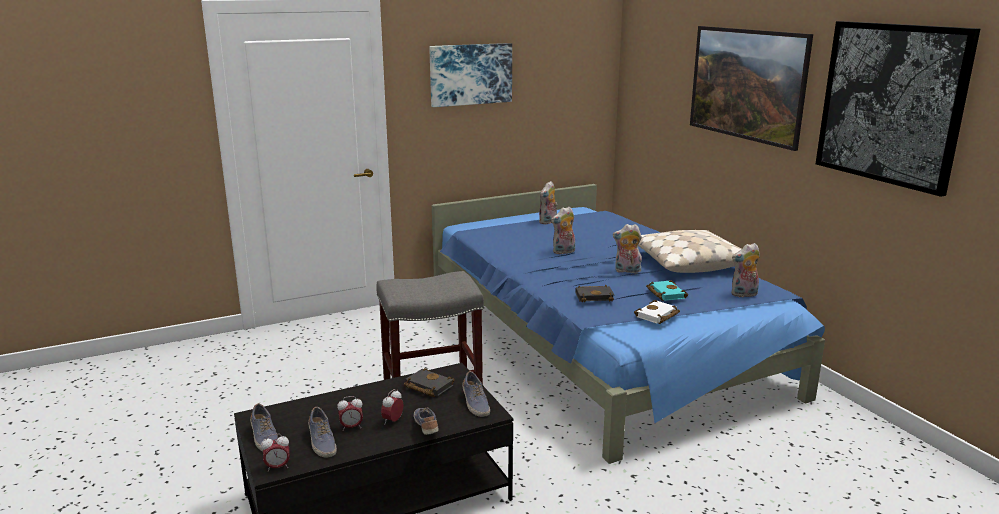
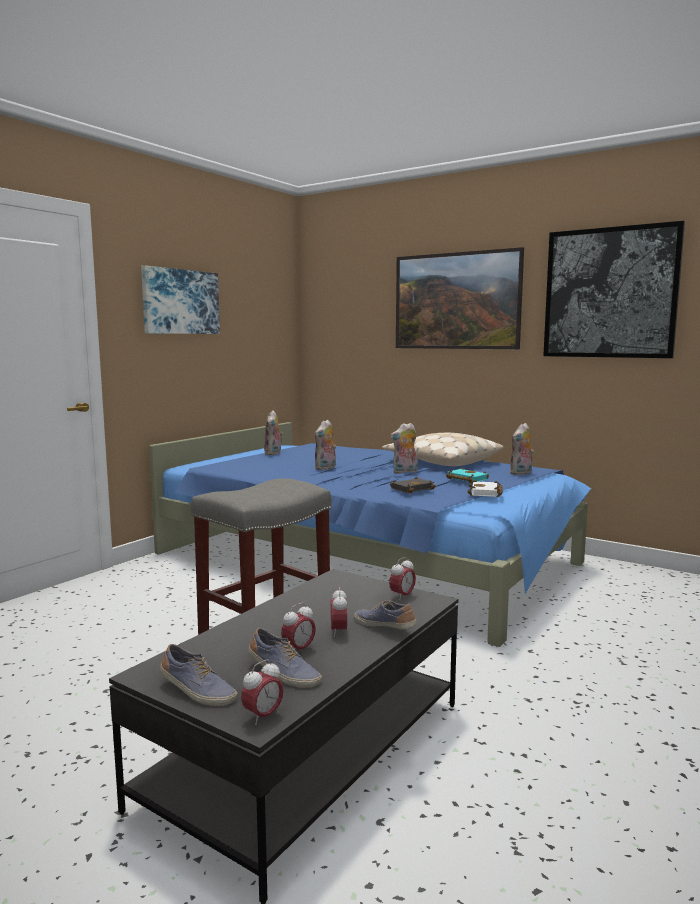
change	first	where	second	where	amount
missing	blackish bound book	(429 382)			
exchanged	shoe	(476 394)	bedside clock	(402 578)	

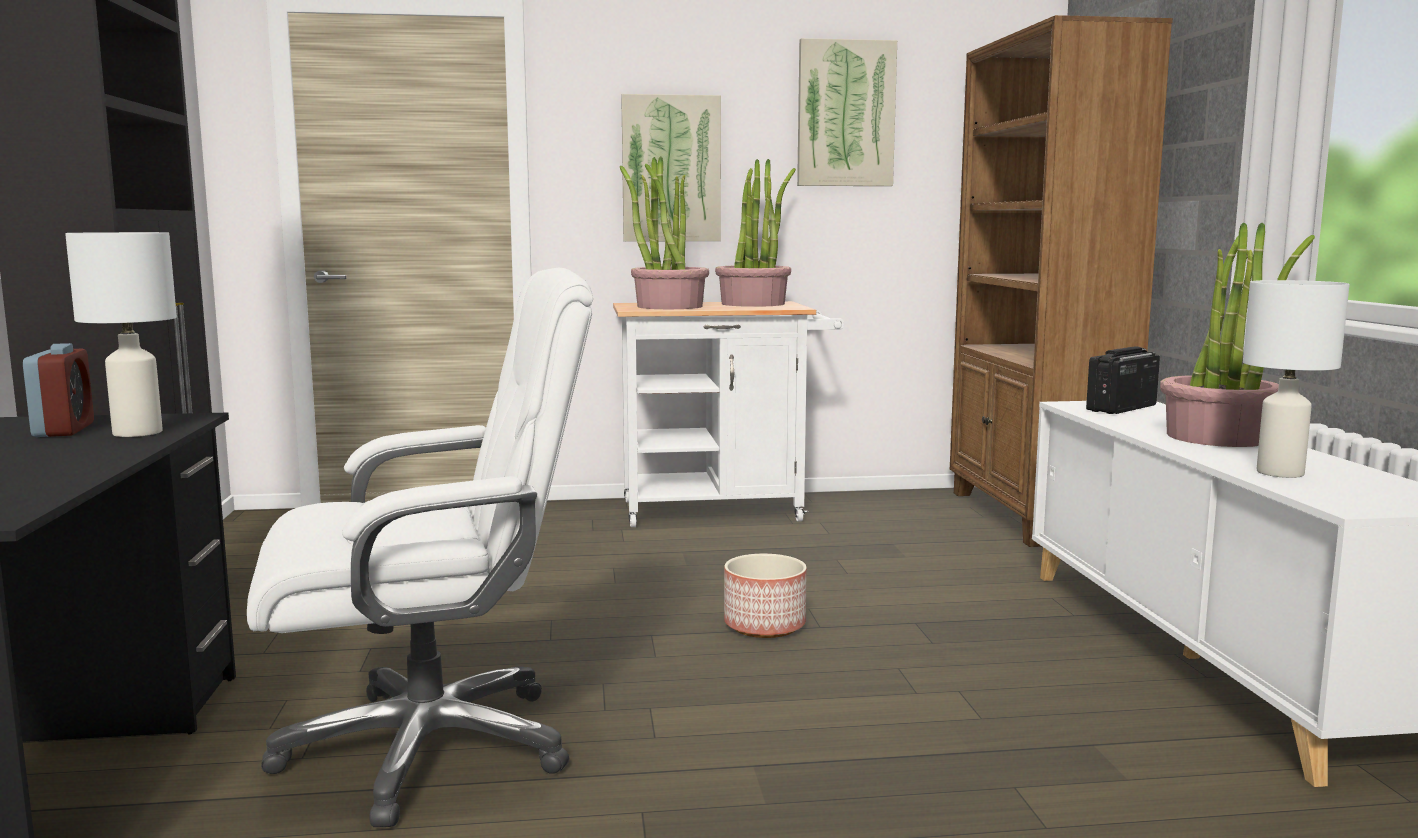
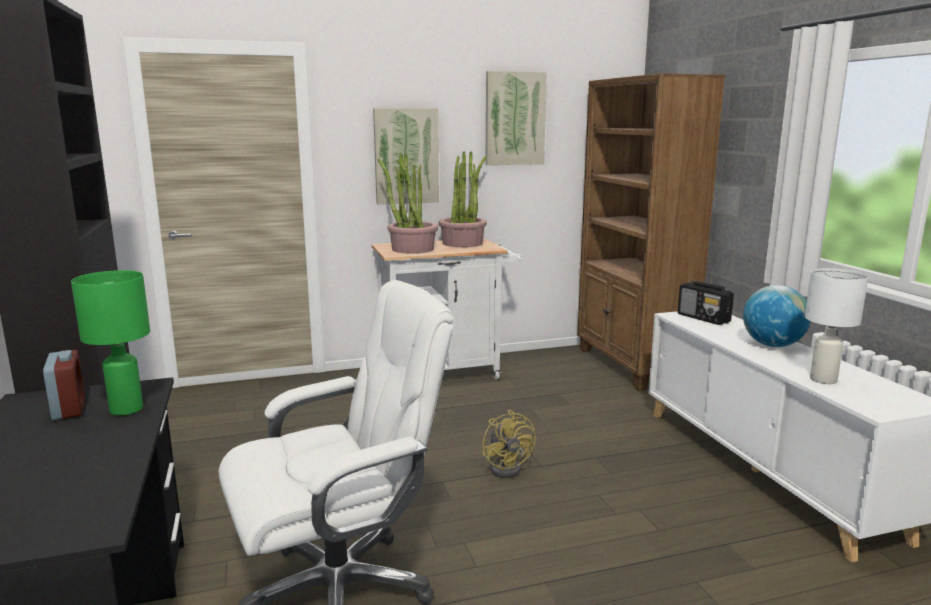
change	first	where	second	where	amount
exchanged	plant in a pot	(1237 335)	world globe	(777 316)	
colour	white-coloured lamp for a table	(121 334)	green lamp for a table	(110 343)	
spun	radio	(1123 380)		(706 303)	75 degrees counterclockwise
exchanged	flower pot	(765 596)	yellowish fan	(509 444)	

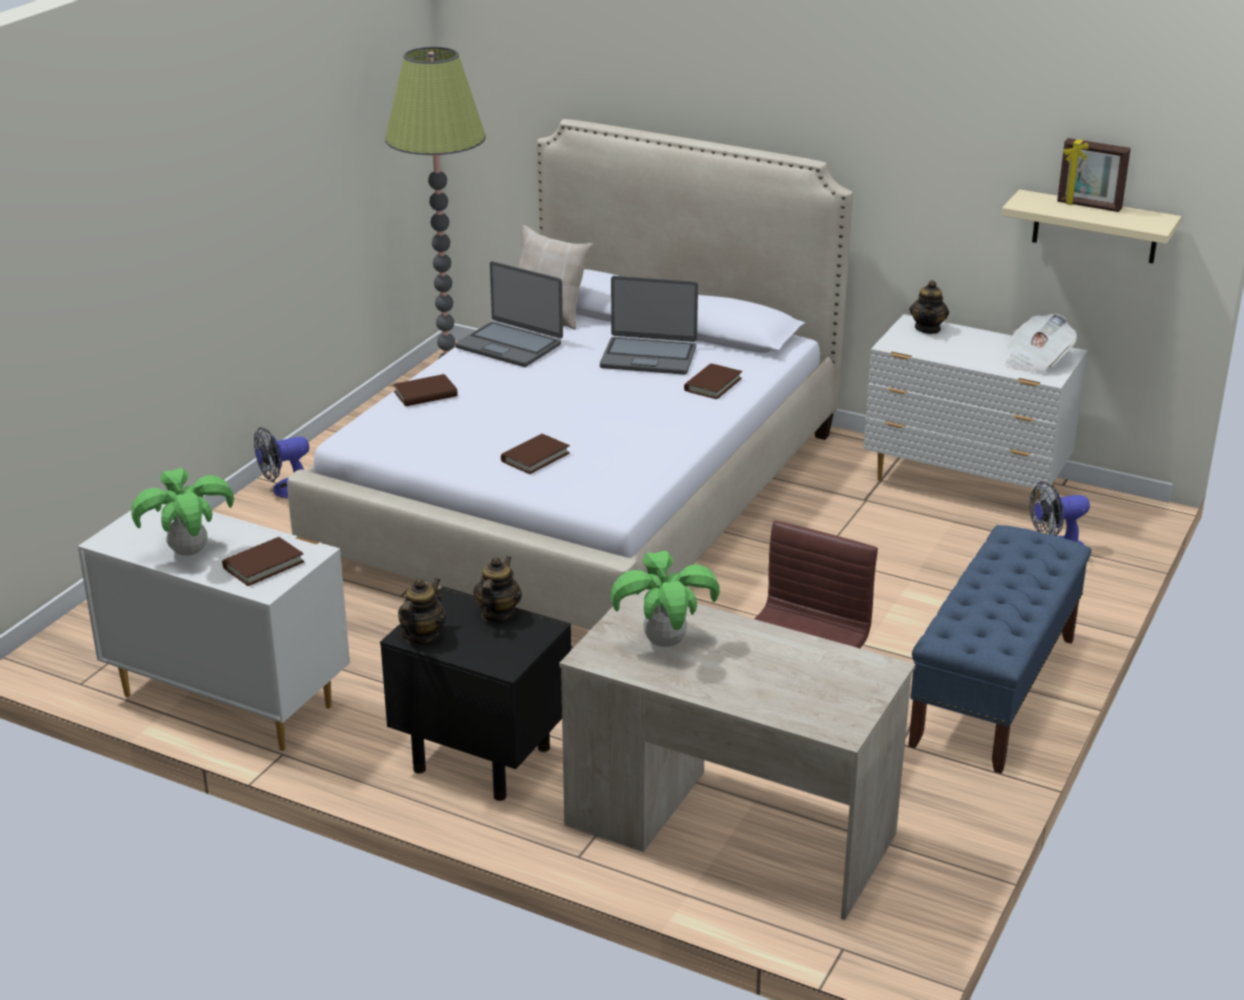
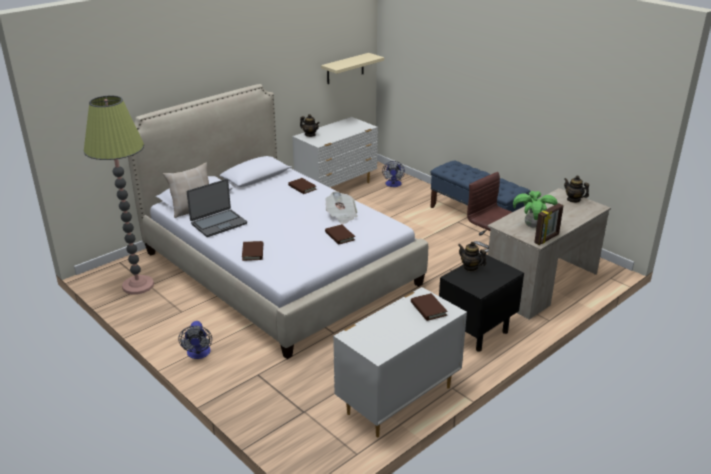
change	first	where	second	where	amount
relocated	photo frame	(1094 175)		(549 224)	
missing	portable computer	(649 325)			
relocated	newspaper	(1041 343)		(341 207)	
missing	plant in a pot	(182 512)			
relocated	tea pot	(422 611)		(576 189)	

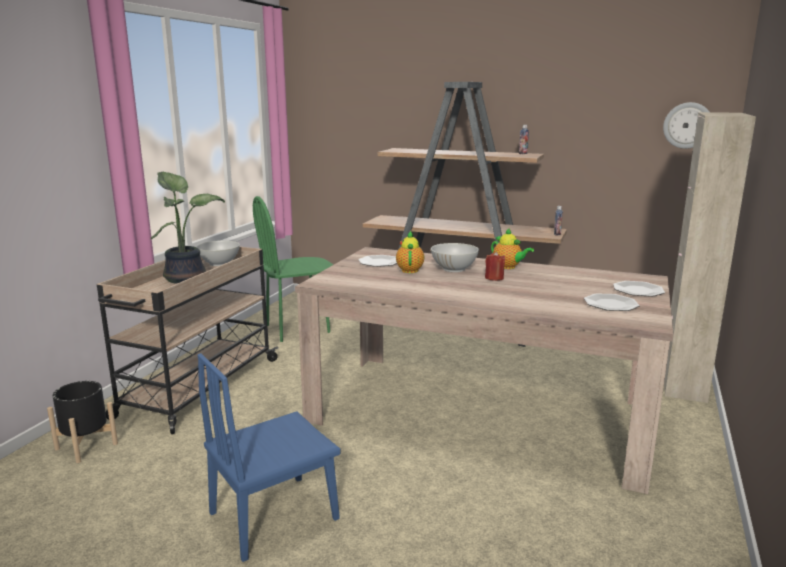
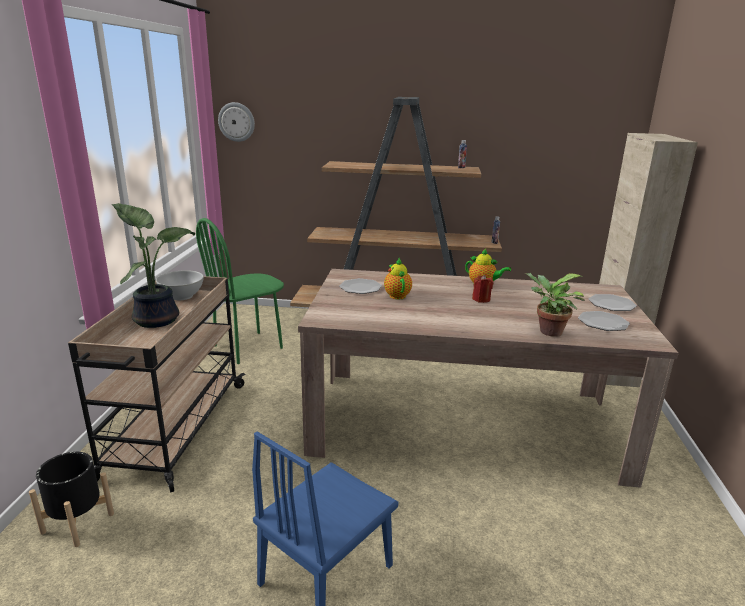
change	first	where	second	where	amount
relocated	hanging clock	(686 125)		(236 122)	
missing	white-coloured bowl	(455 257)			
appeared			plant in a pot	(555 305)	

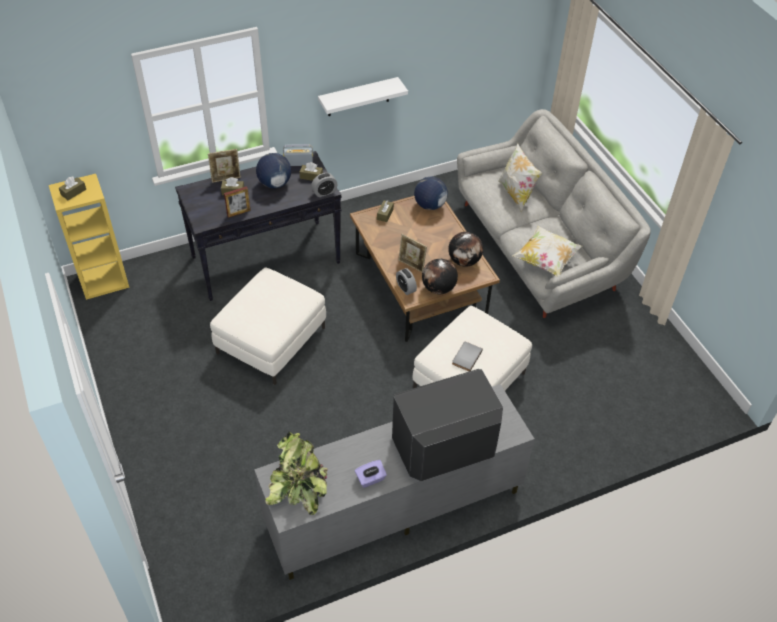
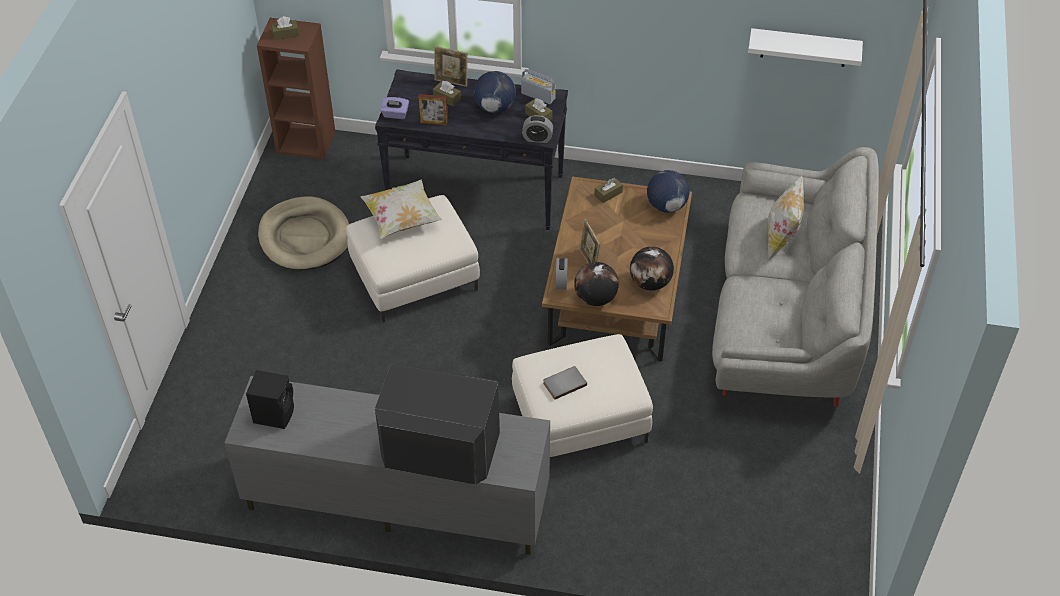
change	first	where	second	where	amount
relocated	white-coloured shelf	(363 96)		(805 47)	
colour	yellowish shelving unit	(89 237)	brown-coloured shelving unit	(296 89)	
relocated	pillow	(547 251)		(401 209)	
exchanged	plant in a pot	(297 473)	blackish speaker	(270 399)	
relocated	purple box of tissues	(371 474)		(394 108)	
appeared			beige-coloured pet bed	(303 233)	

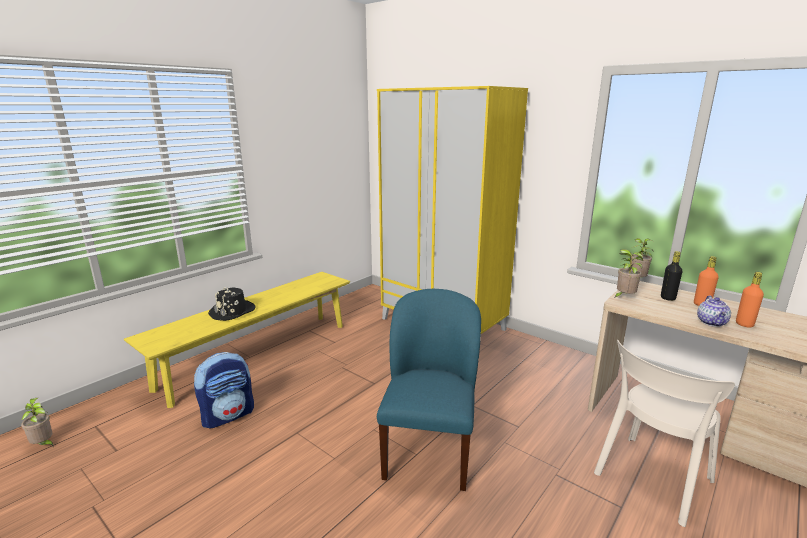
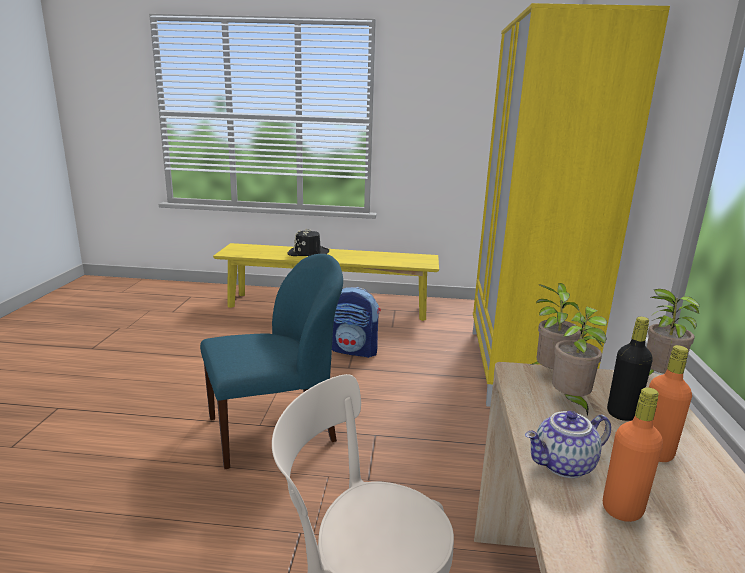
change	first	where	second	where	amount
relocated	rucksack	(224 390)		(356 322)	
relocated	plant in a pot	(37 422)		(579 361)	

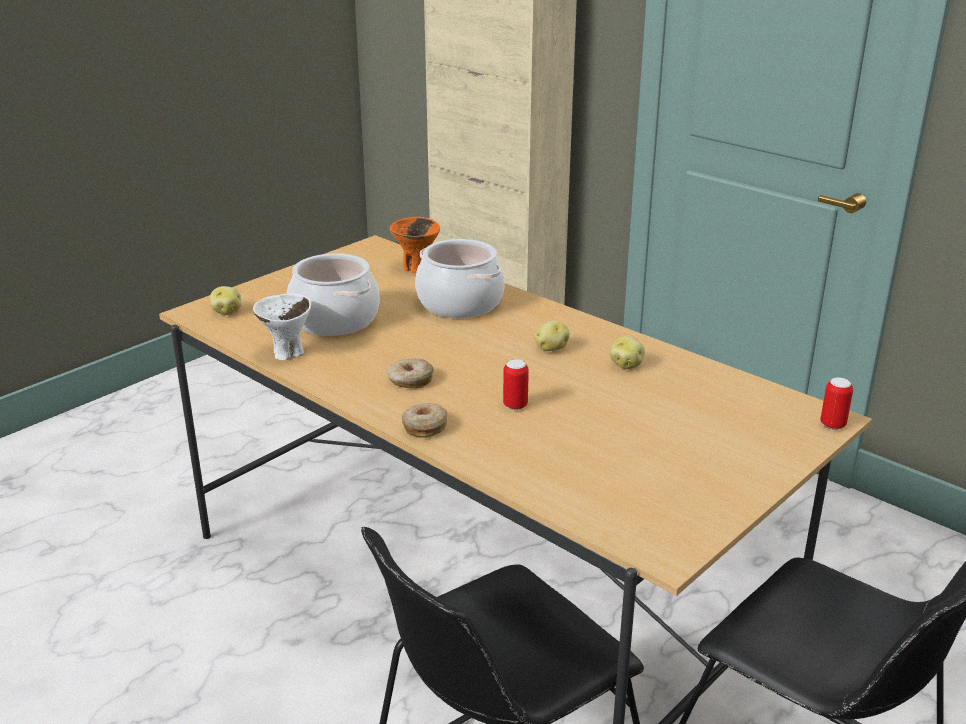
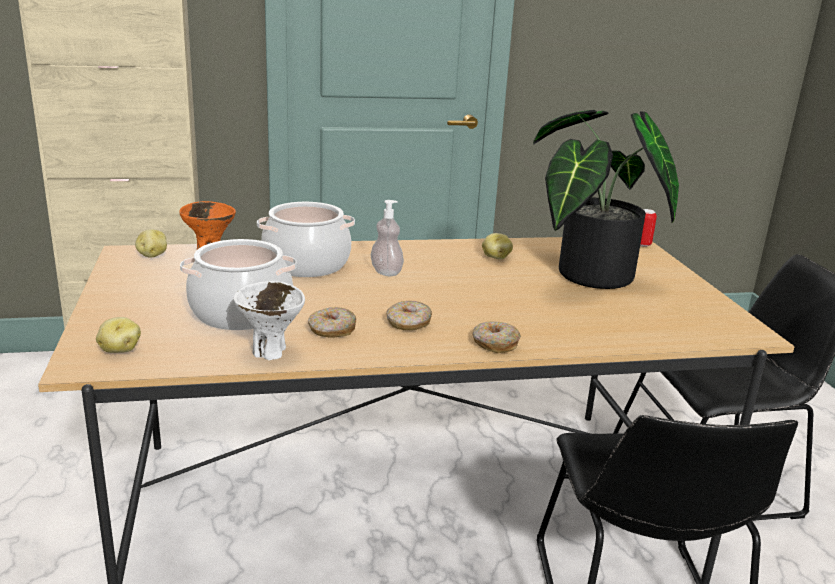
change	first	where	second	where	amount
relocated	spud	(551 336)		(151 243)	
missing	can	(516 384)			
appeared			plant in a pot	(606 199)	
appeared			soap dispenser	(387 238)	
appeared			doughnut	(332 322)	

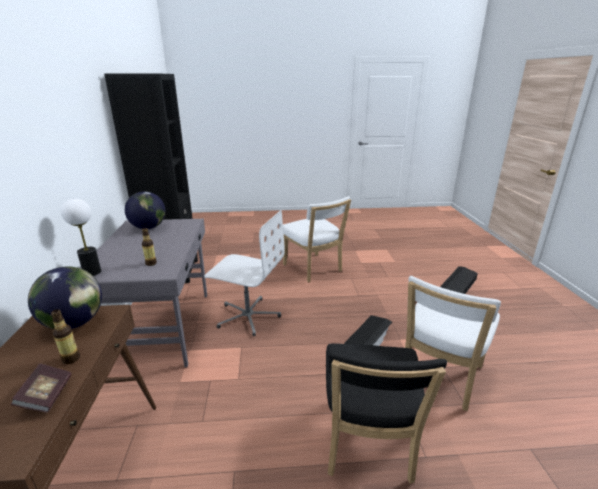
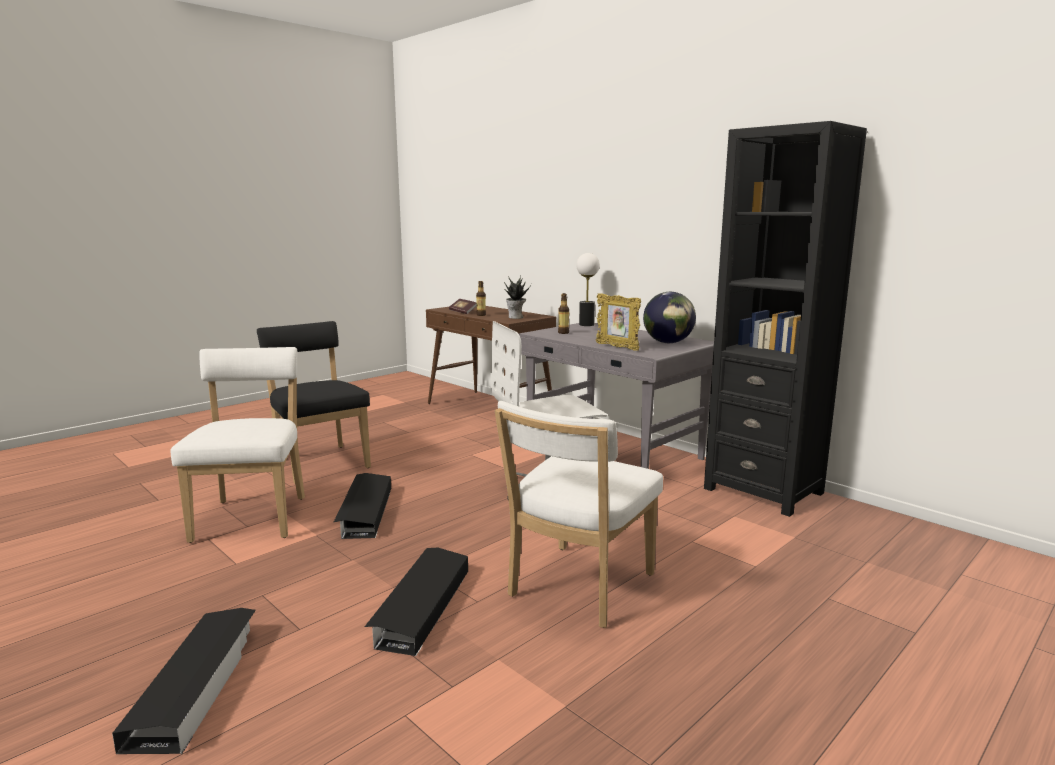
change	first	where	second	where	amount
spun	white-coloured chair	(317 239)		(579 514)	75 degrees counterclockwise
exchanged	world globe	(65 297)	plant in a pot	(518 297)	
appeared			photo frame	(618 322)	
appeared			blackish storage container	(416 602)	

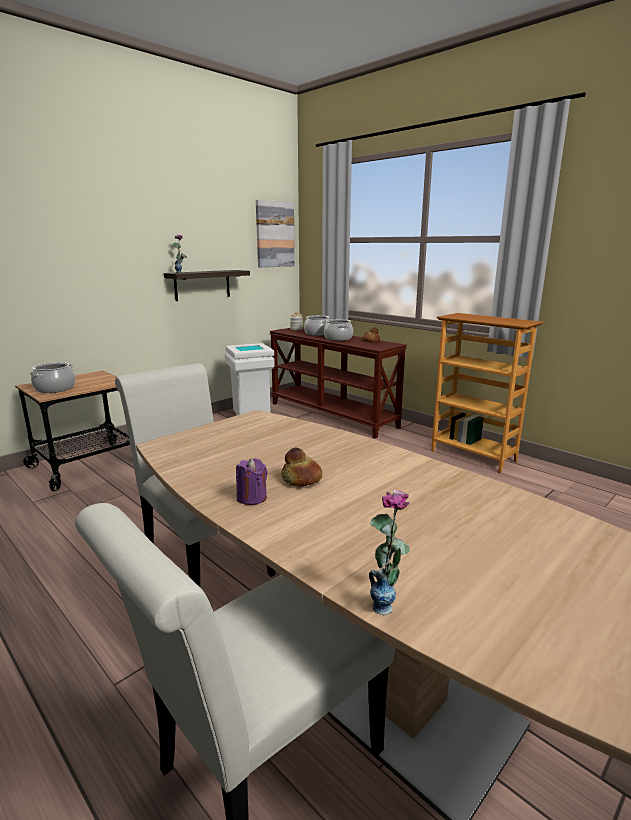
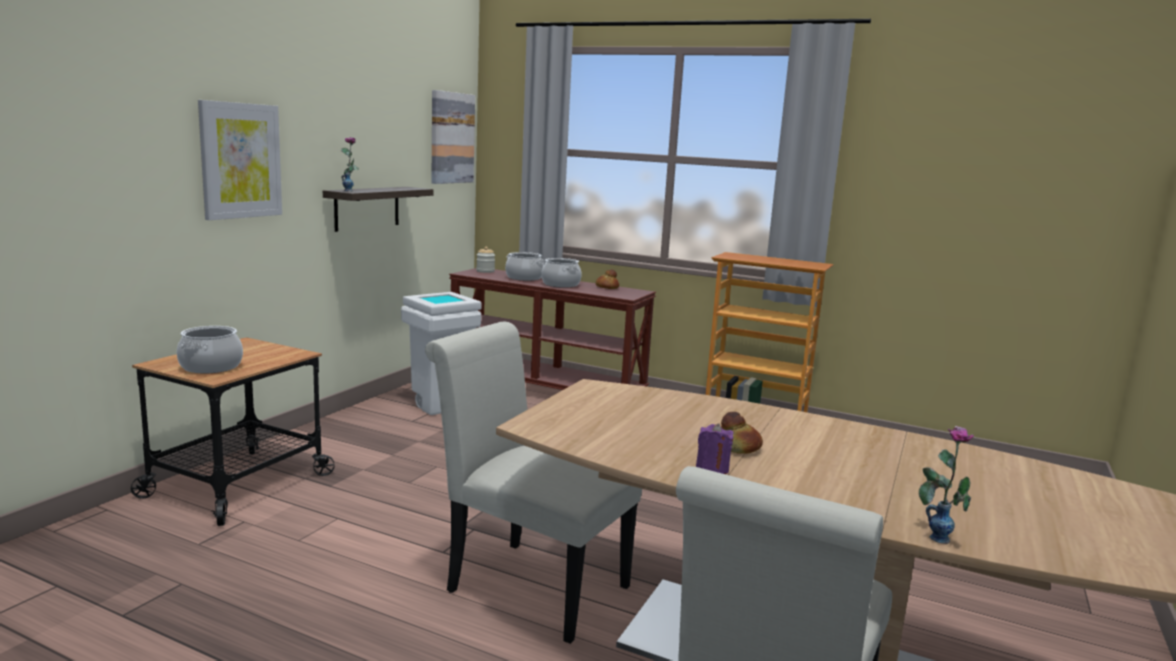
change	first	where	second	where	amount
appeared			picture	(240 160)	

